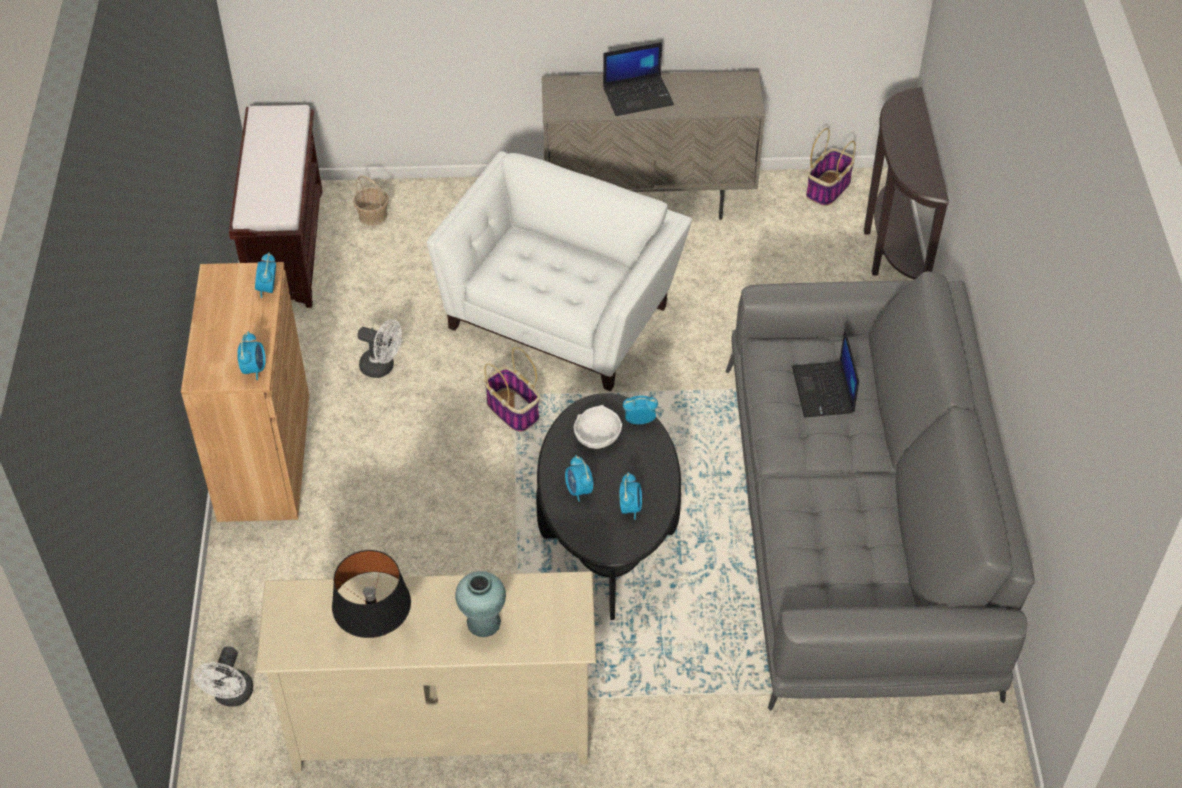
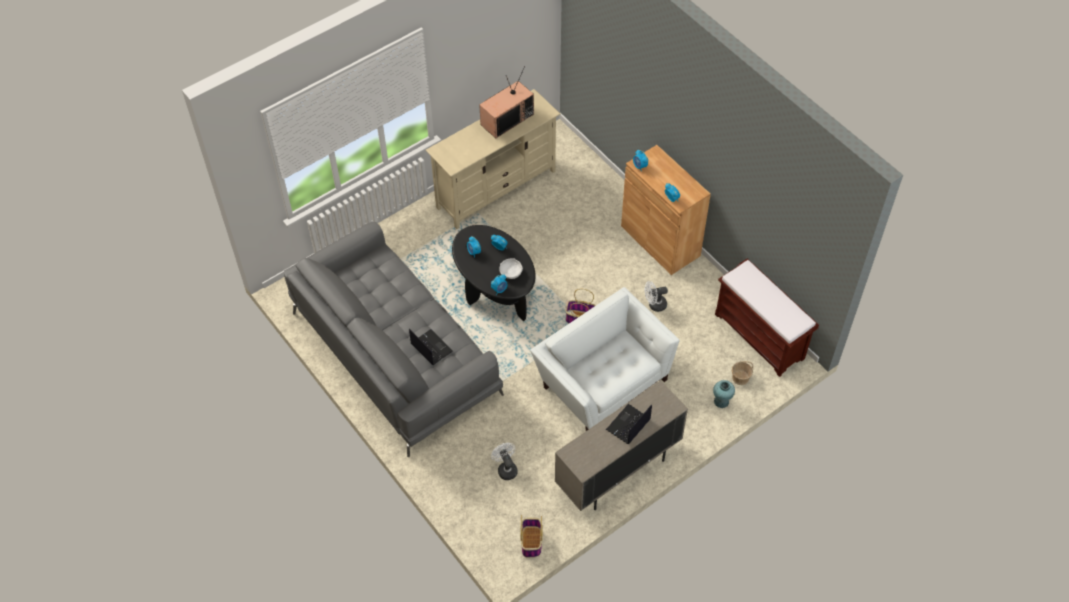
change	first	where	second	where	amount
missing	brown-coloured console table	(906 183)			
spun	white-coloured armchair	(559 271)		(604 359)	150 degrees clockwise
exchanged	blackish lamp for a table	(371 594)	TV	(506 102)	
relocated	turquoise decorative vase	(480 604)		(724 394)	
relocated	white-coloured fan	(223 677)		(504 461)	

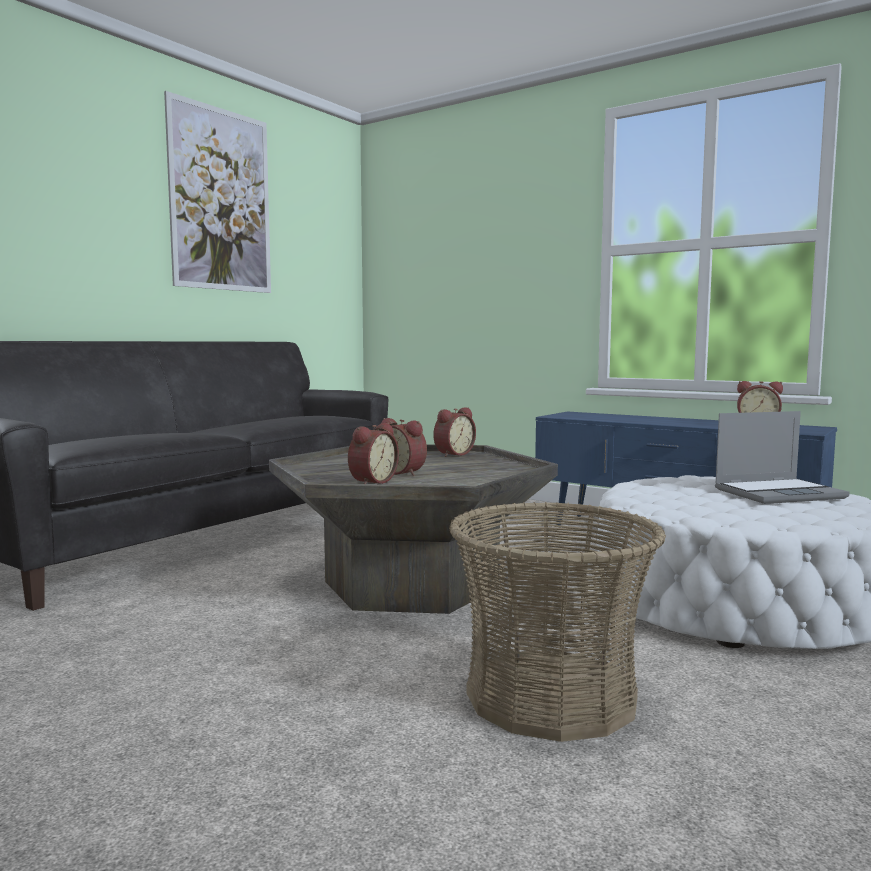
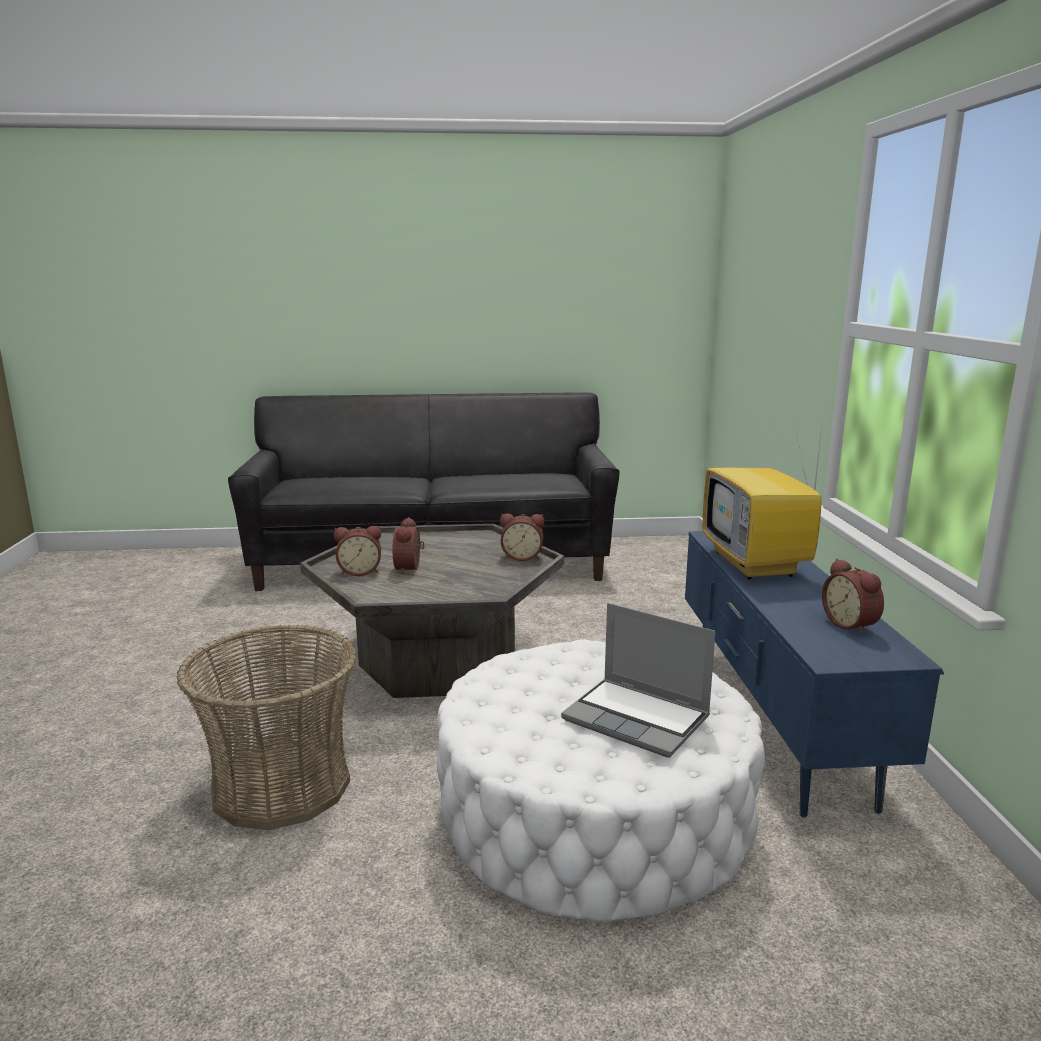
change	first	where	second	where	amount
missing	picture	(217 192)			
appeared			TV	(762 502)	

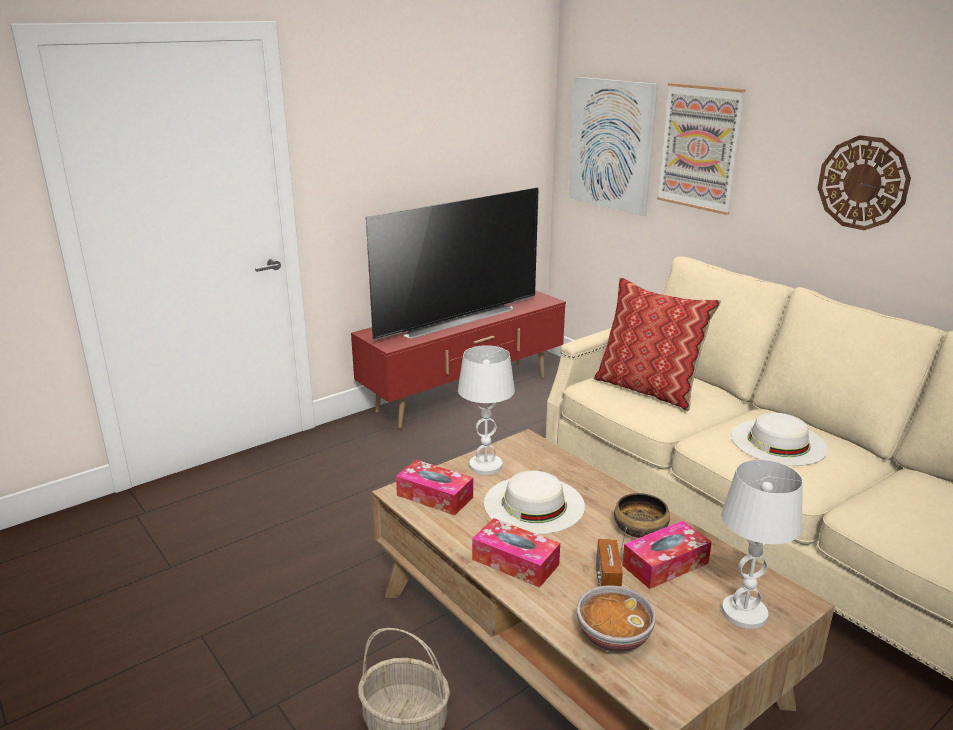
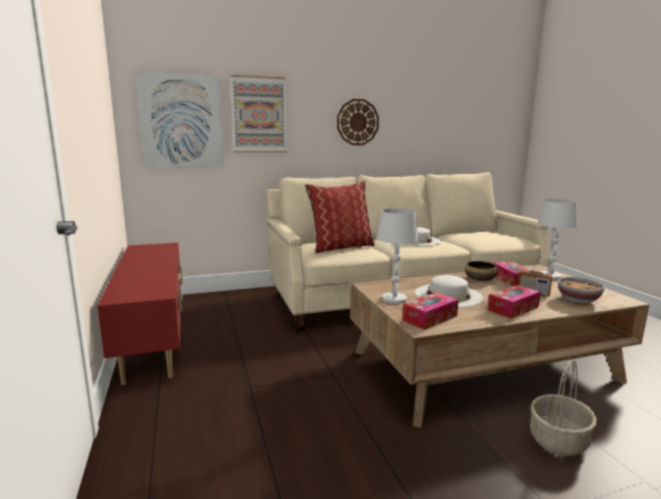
change	first	where	second	where	amount
missing	TV	(452 264)			

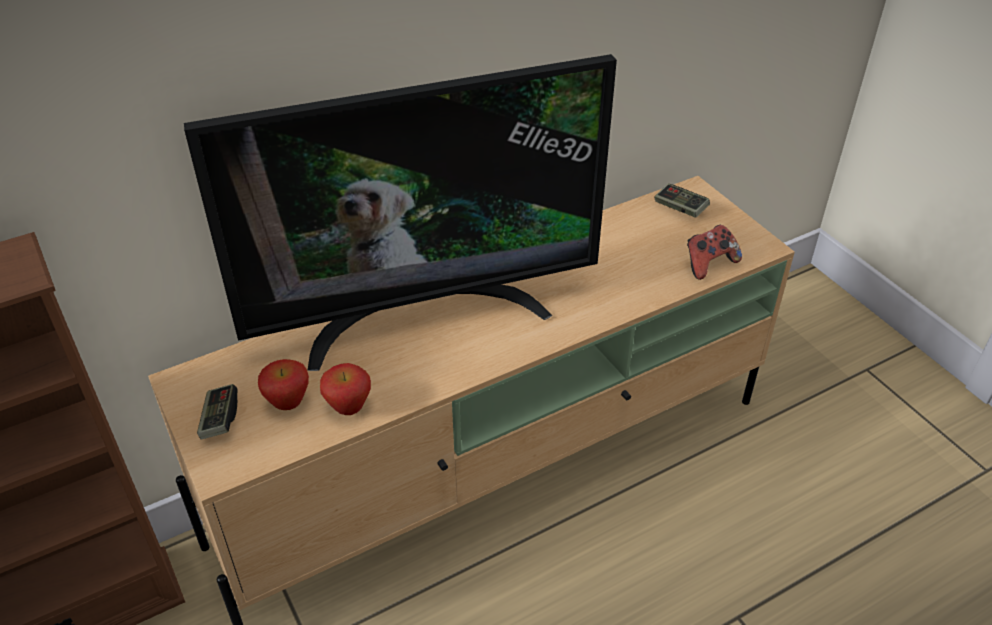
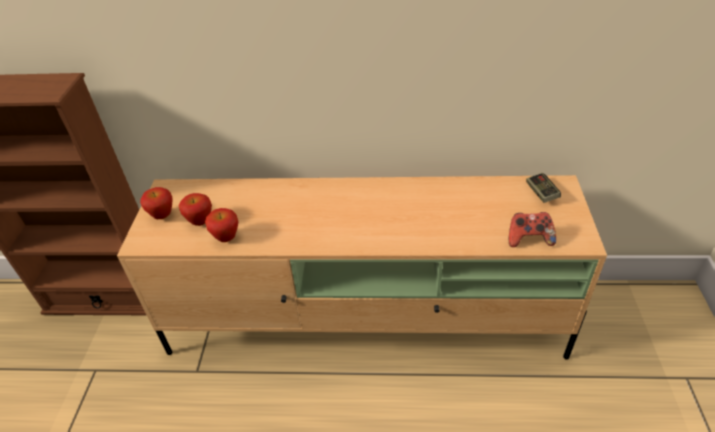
change	first	where	second	where	amount
missing	TV	(400 212)			
exchanged	joypad	(217 412)	apple	(156 203)	

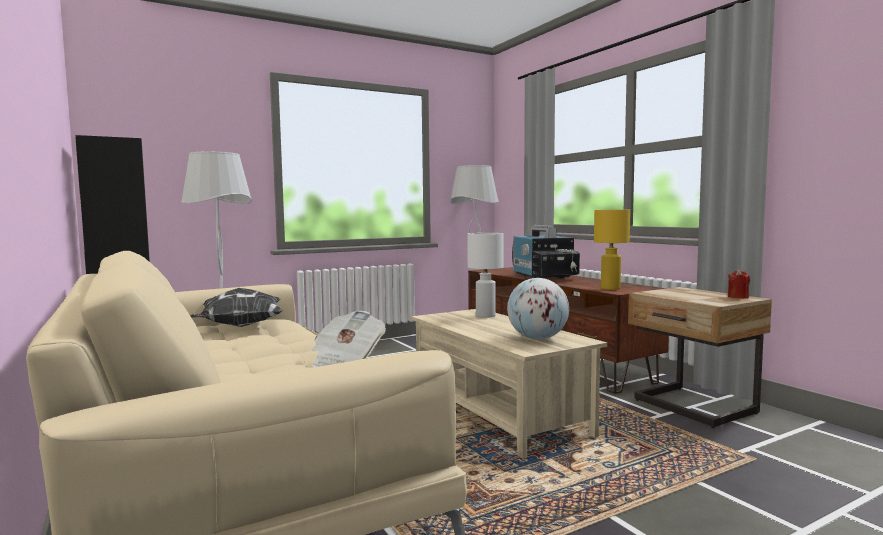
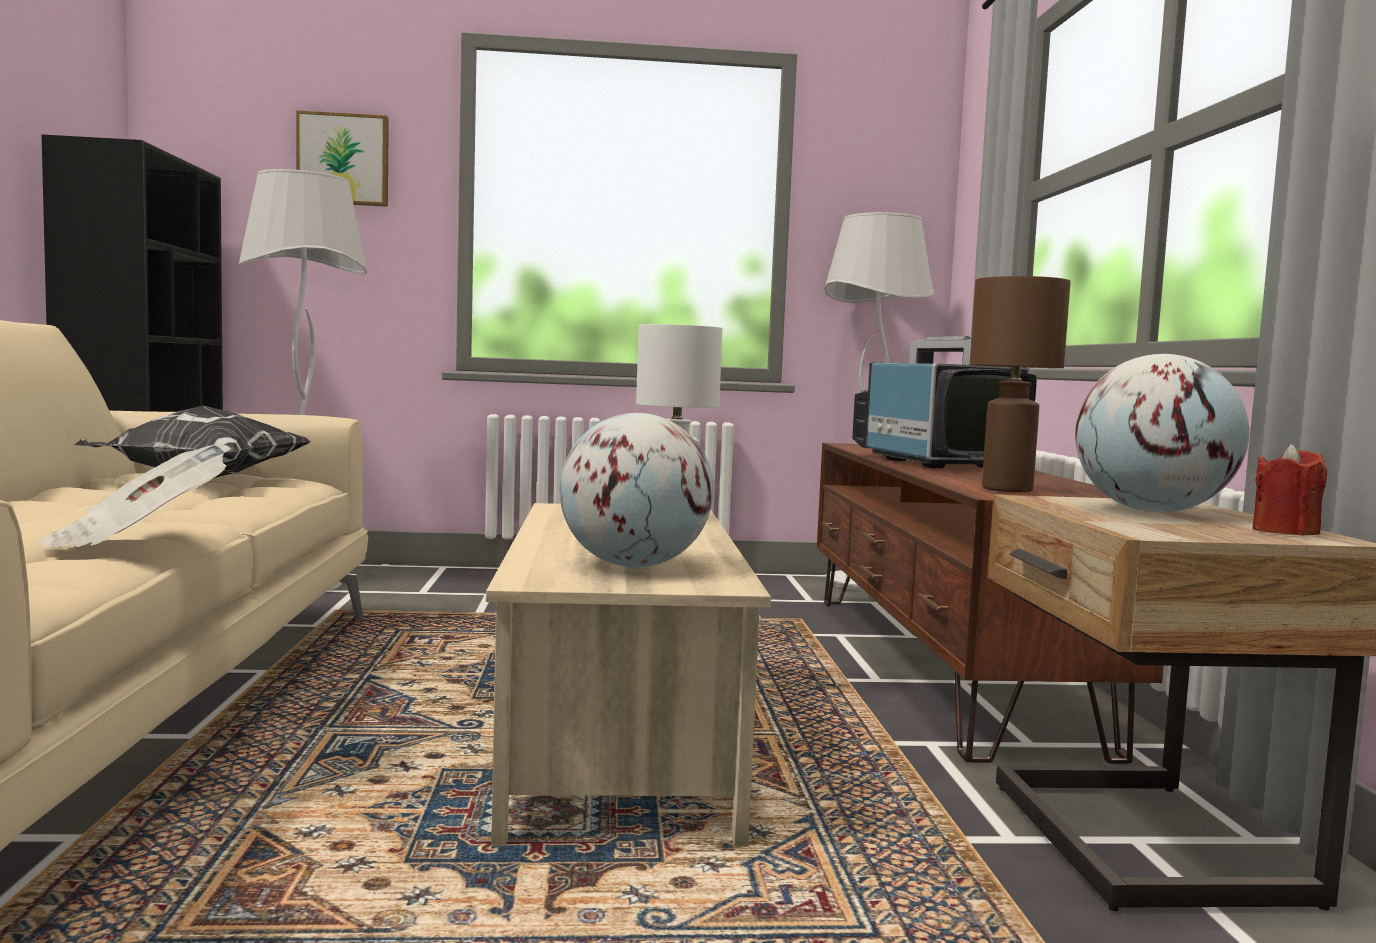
change	first	where	second	where	amount
colour	yellowish lamp for a table	(612 250)	brown-coloured lamp for a table	(1020 384)	
spun	TV	(546 251)		(944 402)	150 degrees clockwise
appeared			picture	(342 158)	
appeared			world globe	(1162 433)	

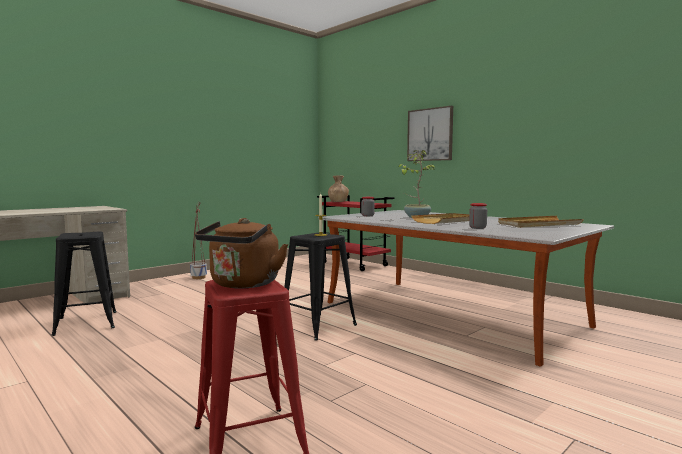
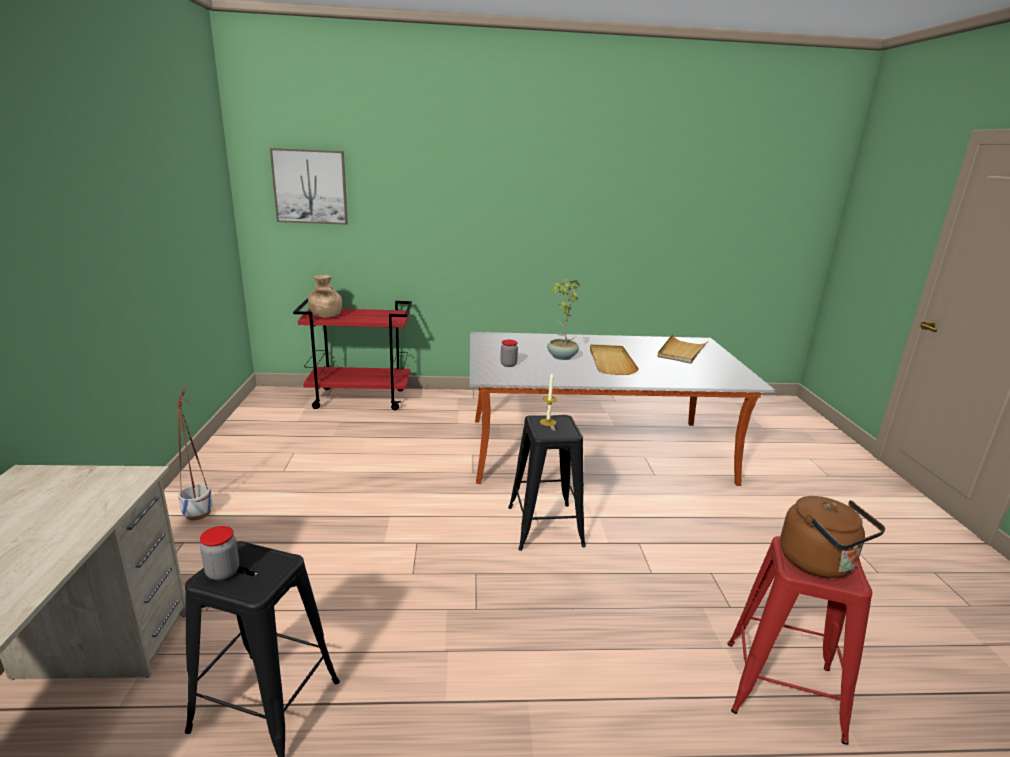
change	first	where	second	where	amount
relocated	picture	(430 133)		(309 186)	
relocated	storage jar	(478 216)		(219 553)	

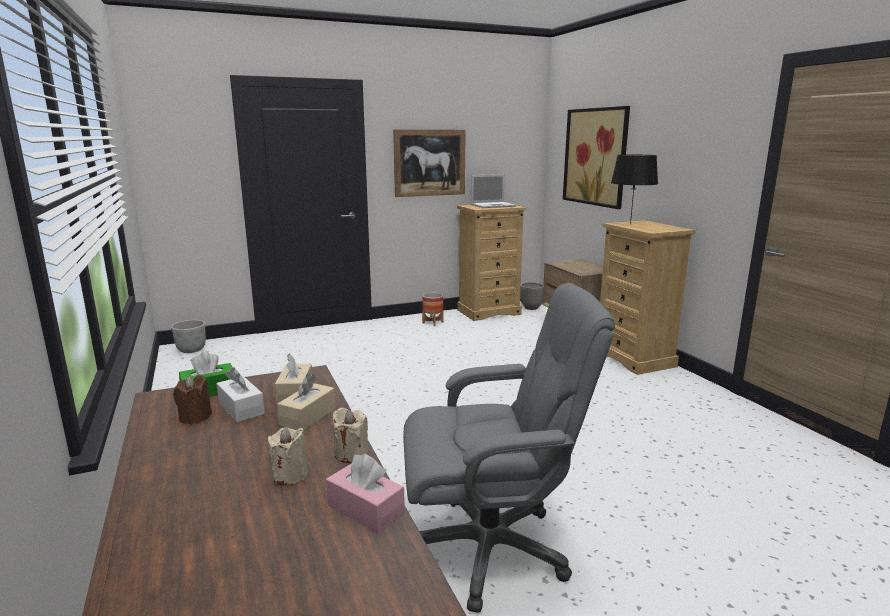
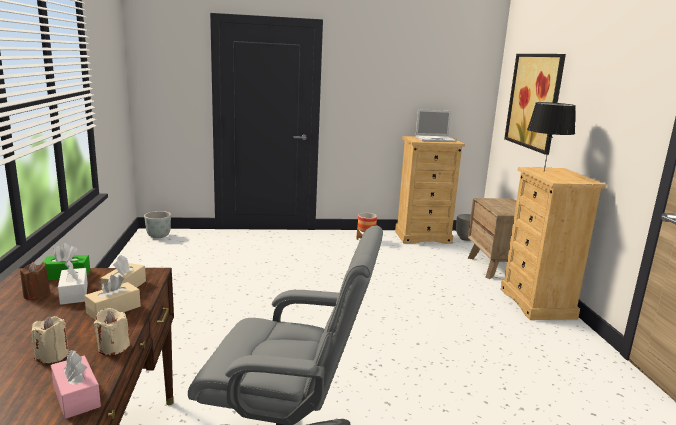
change	first	where	second	where	amount
missing	picture	(429 163)			

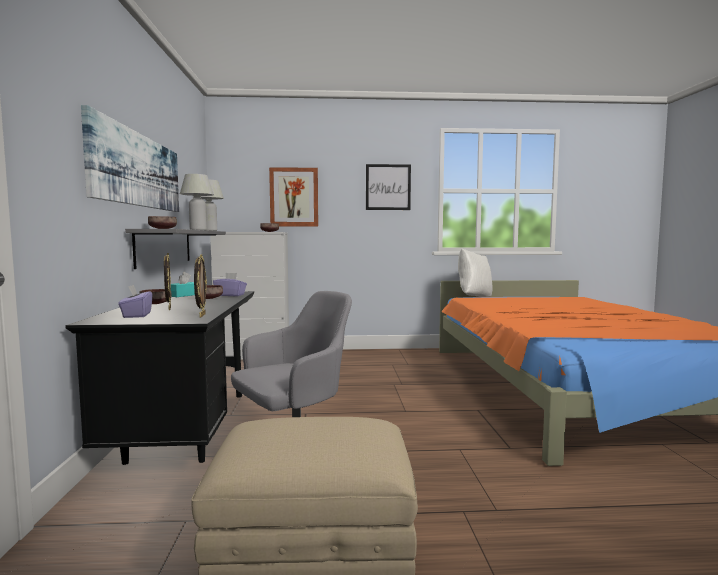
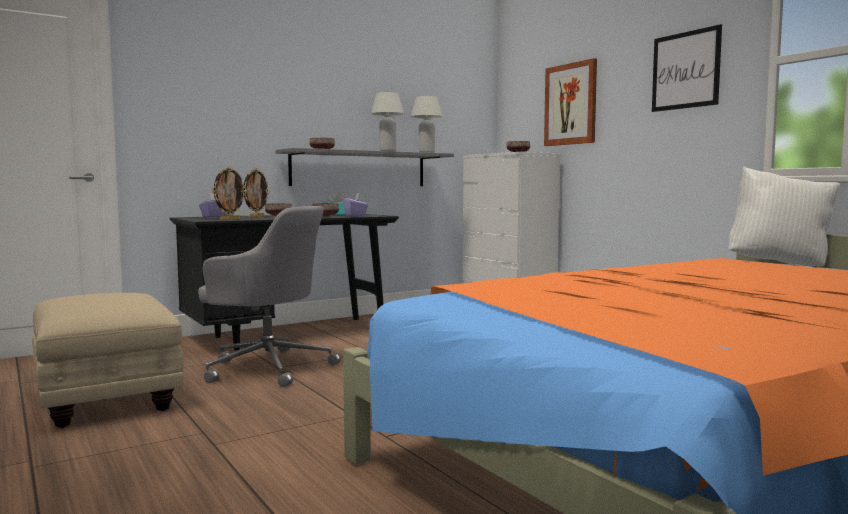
change	first	where	second	where	amount
missing	picture	(130 158)			

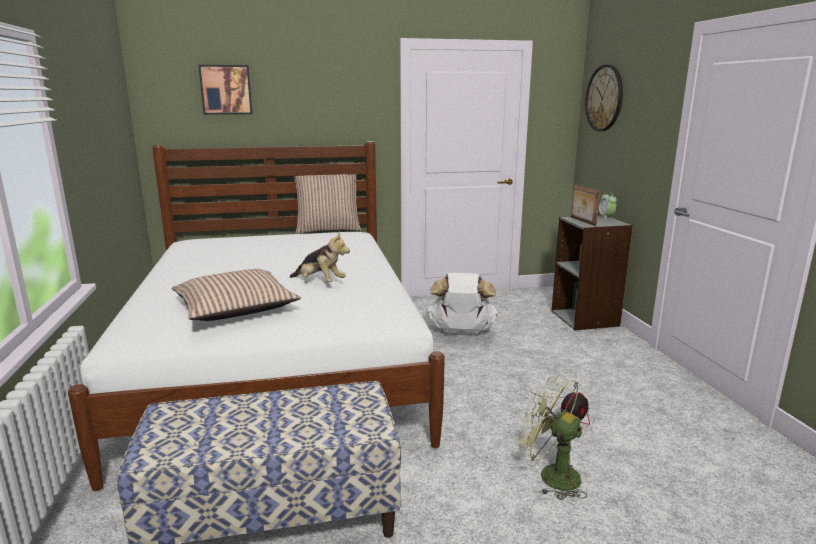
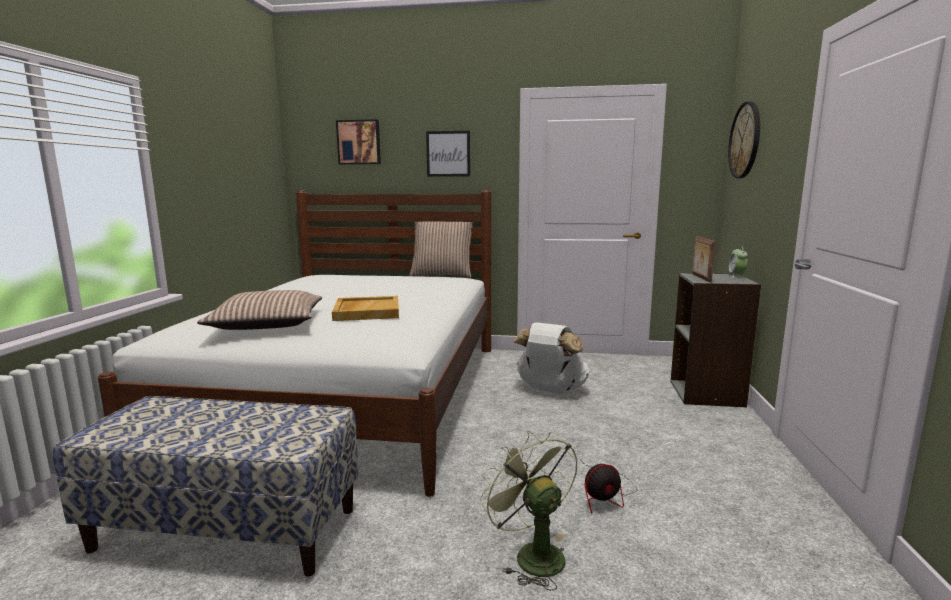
change	first	where	second	where	amount
exchanged	cuddly toy	(320 256)	beige-coloured tray	(365 308)	
appeared			picture	(448 154)	

